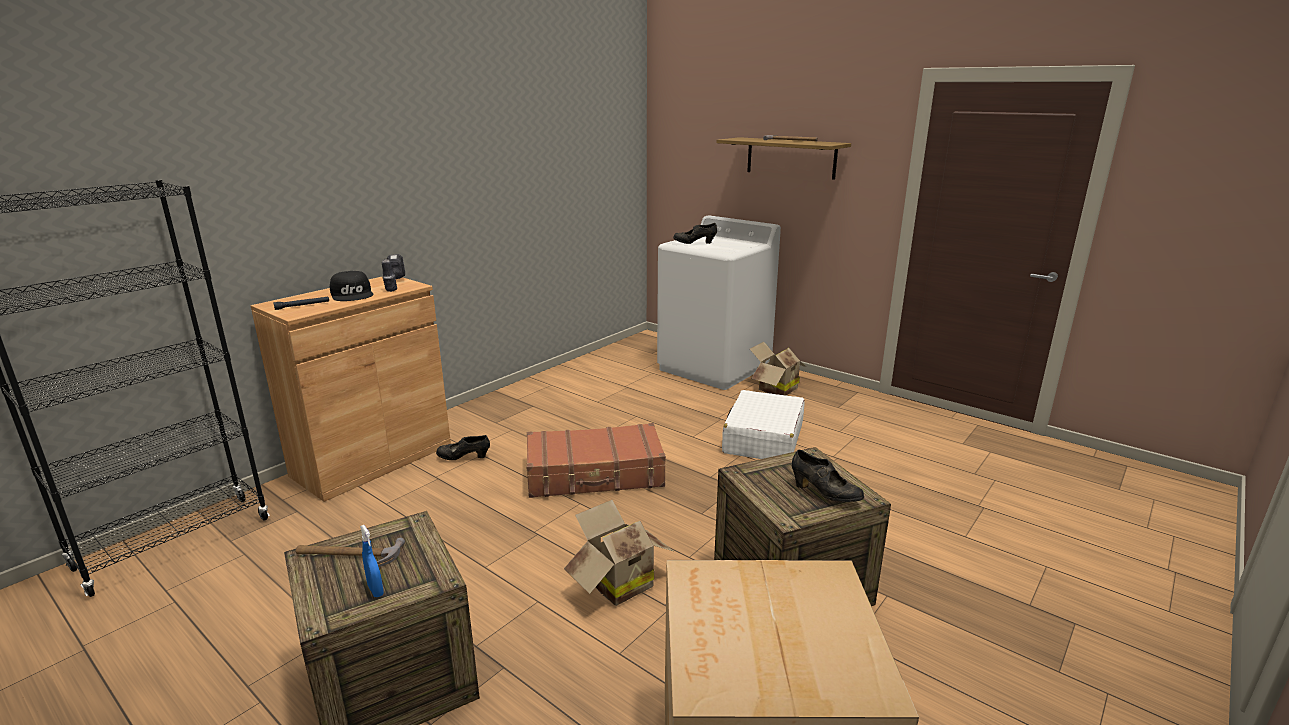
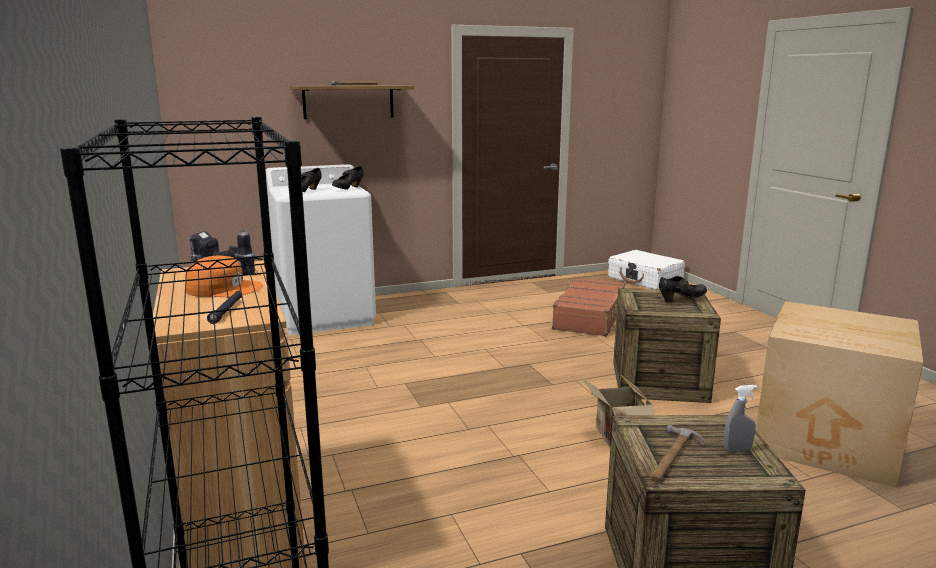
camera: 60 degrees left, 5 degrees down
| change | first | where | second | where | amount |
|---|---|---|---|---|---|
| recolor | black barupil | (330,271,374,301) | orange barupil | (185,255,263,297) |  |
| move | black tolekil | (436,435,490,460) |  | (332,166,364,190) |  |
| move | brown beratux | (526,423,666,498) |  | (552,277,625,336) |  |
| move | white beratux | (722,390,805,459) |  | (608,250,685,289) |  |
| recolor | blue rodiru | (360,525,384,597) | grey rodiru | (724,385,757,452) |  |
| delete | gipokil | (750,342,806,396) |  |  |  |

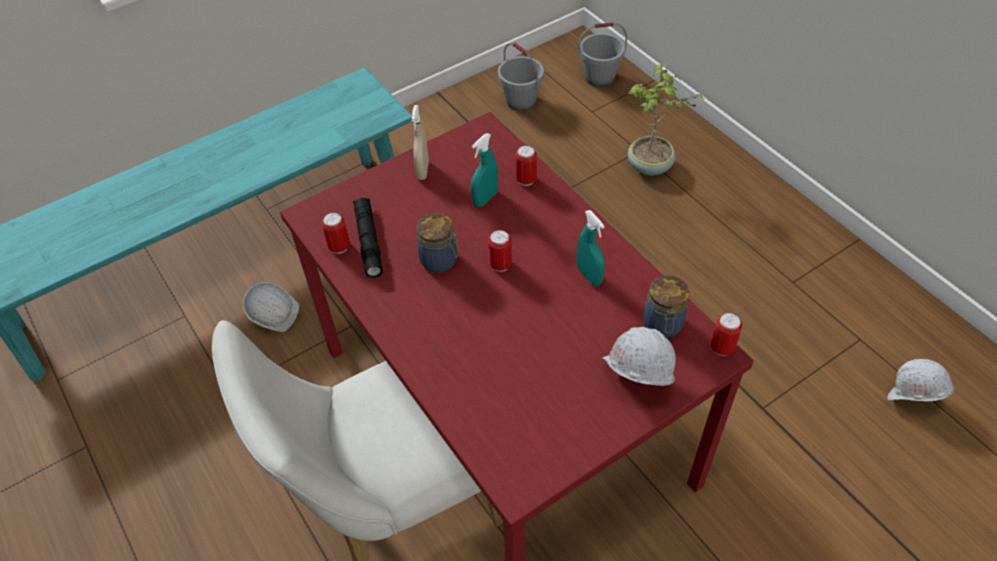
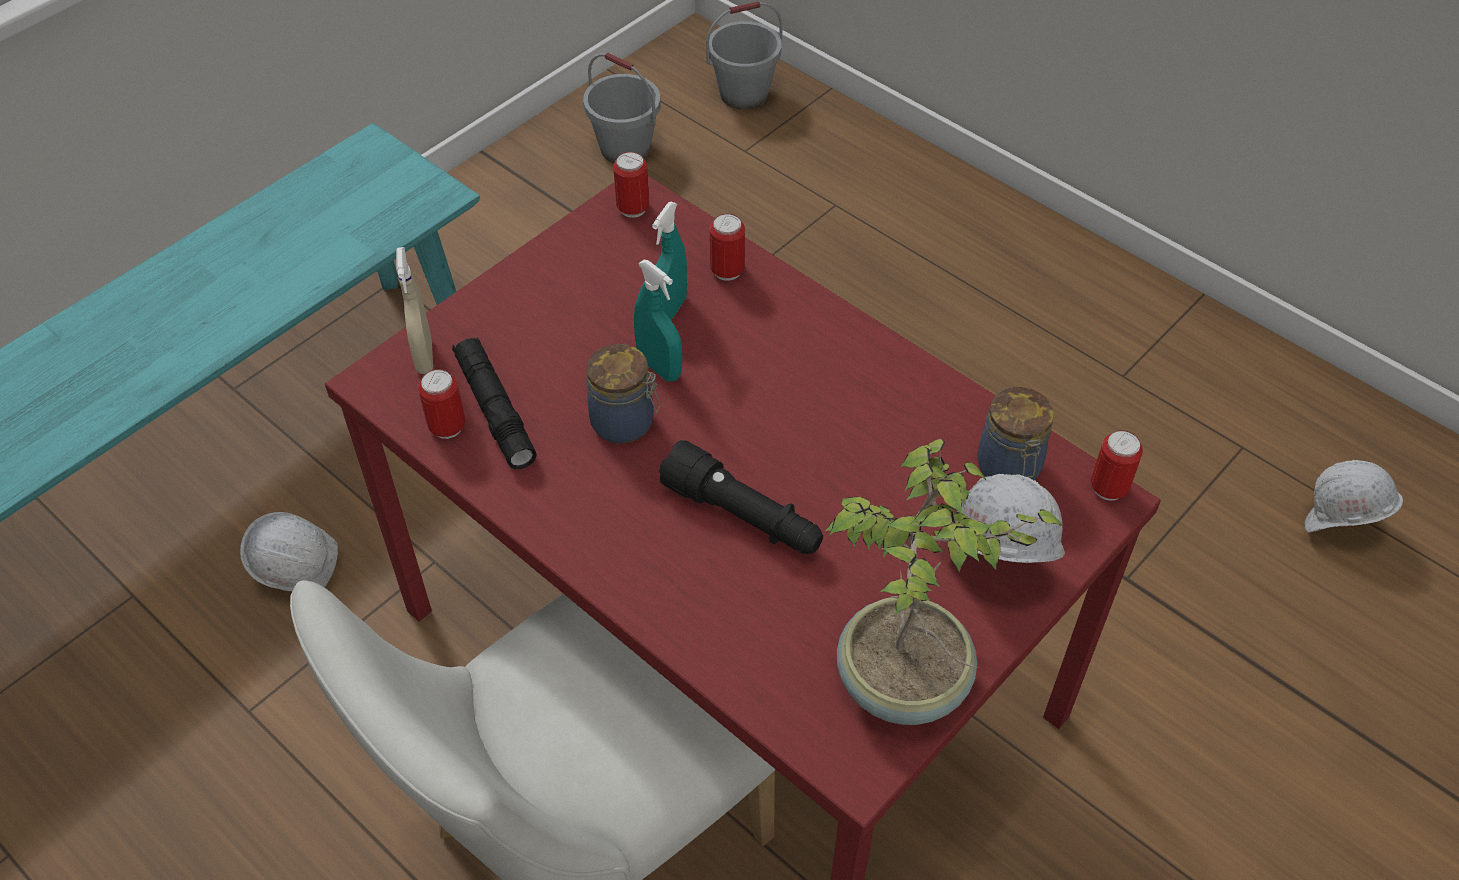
camera: 15 degrees left, 0 degrees up
| change | first | where | second | where | amount |
|---|---|---|---|---|---|
| move | beige rodiru | (412,105,429,180) |  | (396,247,433,374) |  |
| move | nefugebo | (488,230,512,272) |  | (613,152,649,218) |  |
| move | turquoise rodiru | (577,210,605,286) |  | (634,260,682,381) |  |
| insert |  |  | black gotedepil | (659,440,823,554) |  |
| move | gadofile | (627,64,704,176) |  | (825,439,1063,725) |  |

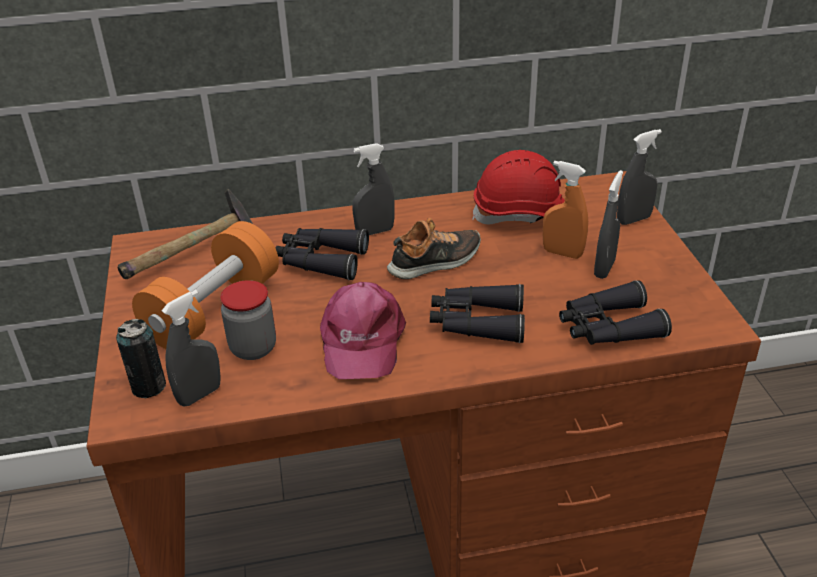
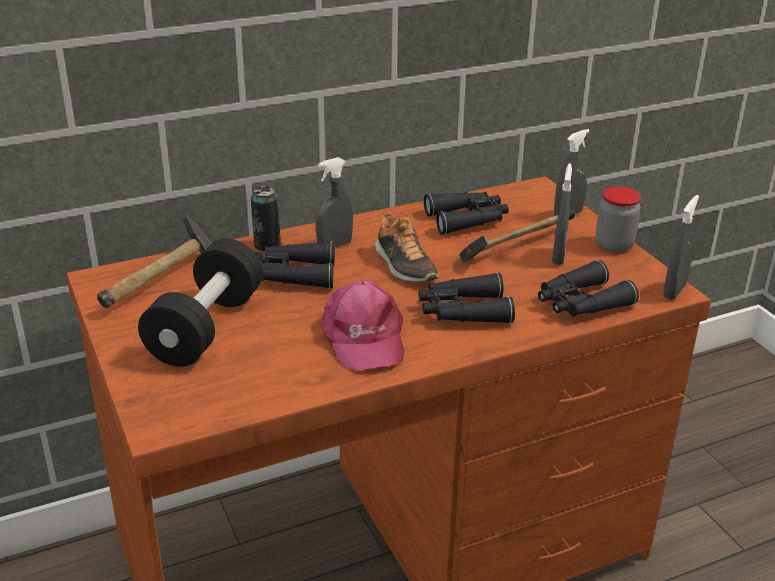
camera: 15 degrees left, 5 degrees down
| change | first | where | second | where | amount |
|---|---|---|---|---|---|
| recolor | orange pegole | (132,221,279,349) | black pegole | (138,238,263,367) |  |
| move | nefugebo | (116,319,166,398) |  | (251,186,281,251) |  |
| rotate | tolekil | (387,218,481,279) |  | (375,212,439,282) | 105 degrees clockwise |
| replace | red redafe | (472,150,565,224) | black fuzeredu | (424,192,509,235) |  |
| replace | orange rodiru | (543,161,588,259) | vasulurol | (459,209,575,262) |  |
| move | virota | (220,280,276,360) |  | (596,186,641,252) |  |
| move | grey rodiru | (161,290,221,407) |  | (663,195,699,300) |  |

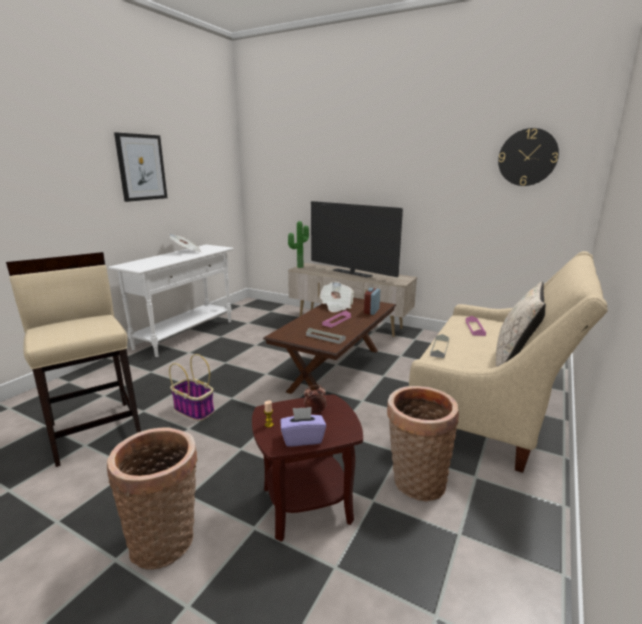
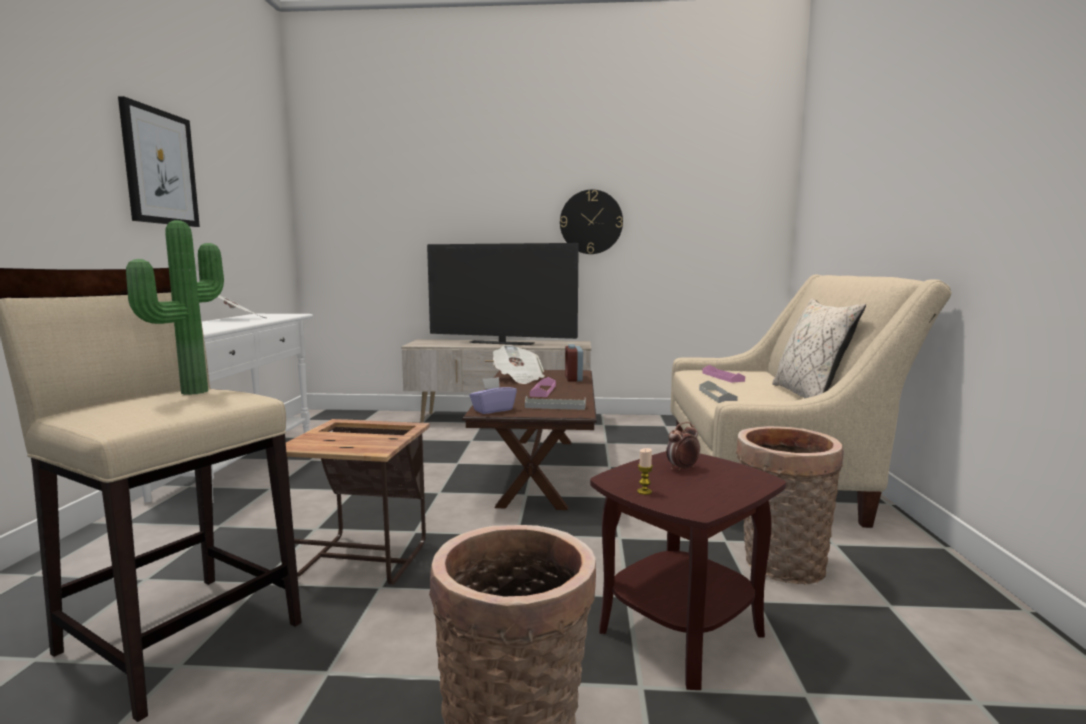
camera: 25 degrees left, 10 degrees down
| change | first | where | second | where | amount |
|---|---|---|---|---|---|
| move | gadofile | (288,221,309,268) |  | (126,220,224,395) |  |
| replace | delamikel | (169,354,214,421) | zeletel | (286,419,430,585) |  |
| move | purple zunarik | (280,407,326,447) |  | (469,377,517,414) |  |
| move | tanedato | (498,128,559,186) |  | (560,190,623,254) |  |

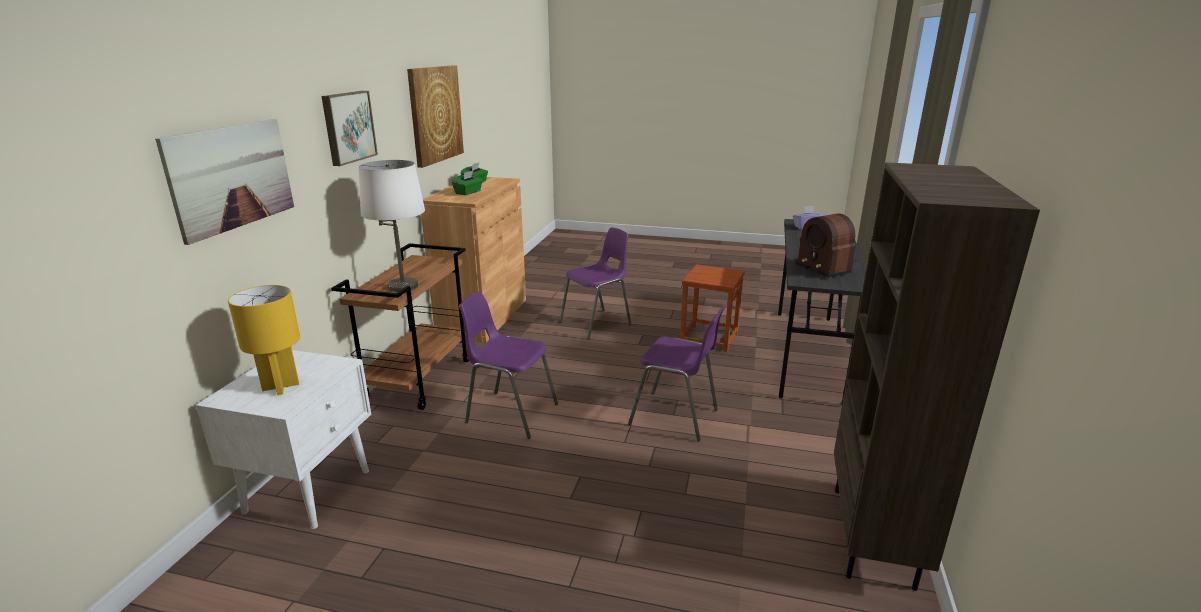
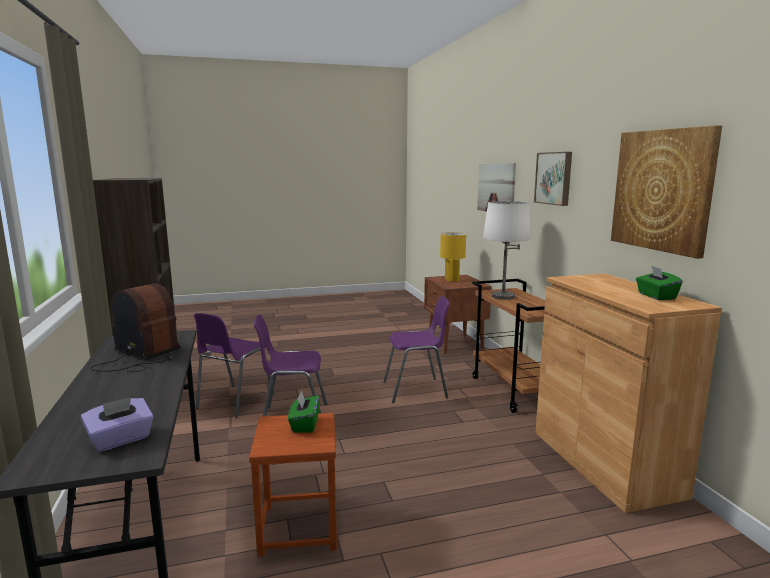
camera: 150 degrees right, 10 degrees down
| change | first | where | second | where | amount |
|---|---|---|---|---|---|
| move | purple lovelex | (559,228,631,340) |  | (194,313,275,418) |  |
| move | green zunarik | (452,171,483,195) |  | (288,391,320,433) |  |
| recolor | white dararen | (196,350,371,529) | brown dararen | (424,275,492,354) |  |

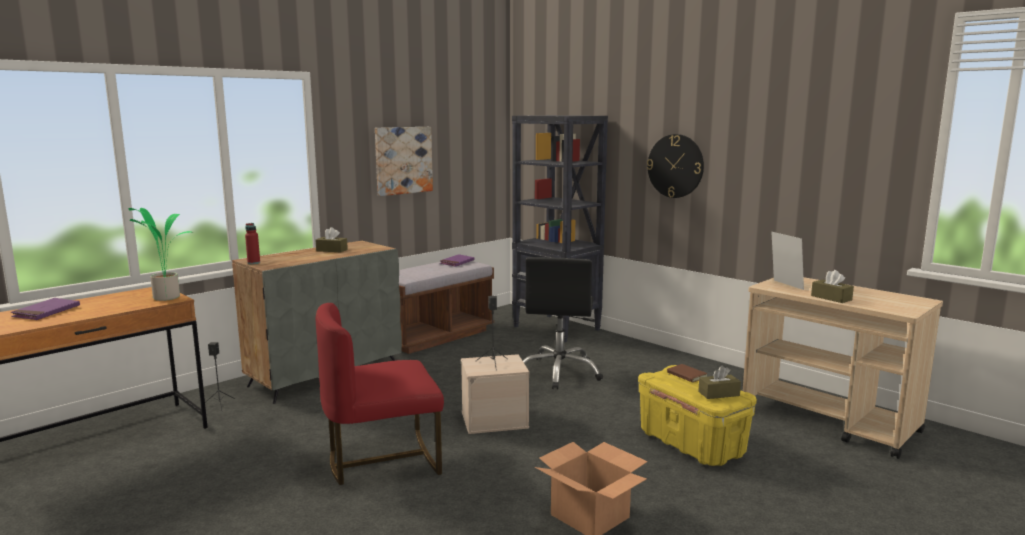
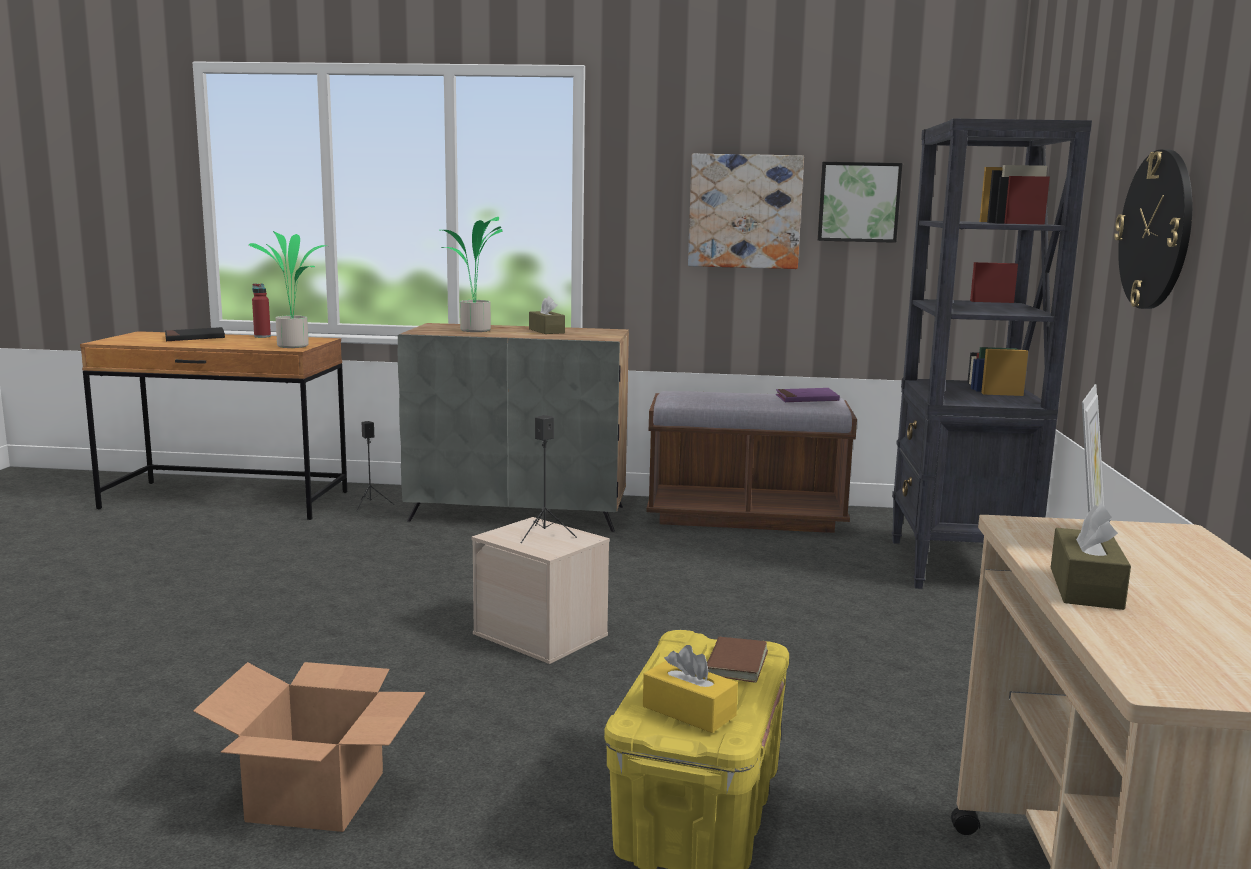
camera: 50 degrees right, 0 degrees up
| change | first | where | second | where | amount |
|---|---|---|---|---|---|
| recolor | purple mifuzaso | (11,298,80,320) | black mifuzaso | (165,327,225,341) |  |
| move | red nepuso | (245,223,260,264) |  | (252,283,271,338) |  |
| insert |  |  | gadofile | (439,217,503,332) |  |
| recolor | brown zunarik | (698,366,741,399) | yellow zunarik | (643,645,738,733) |  |
| insert |  |  | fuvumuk | (818,162,902,243) |  |
| delete | red lovelex | (316,303,444,485) |  |  |  |
| delete | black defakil | (523,257,603,389) |  |  |  |

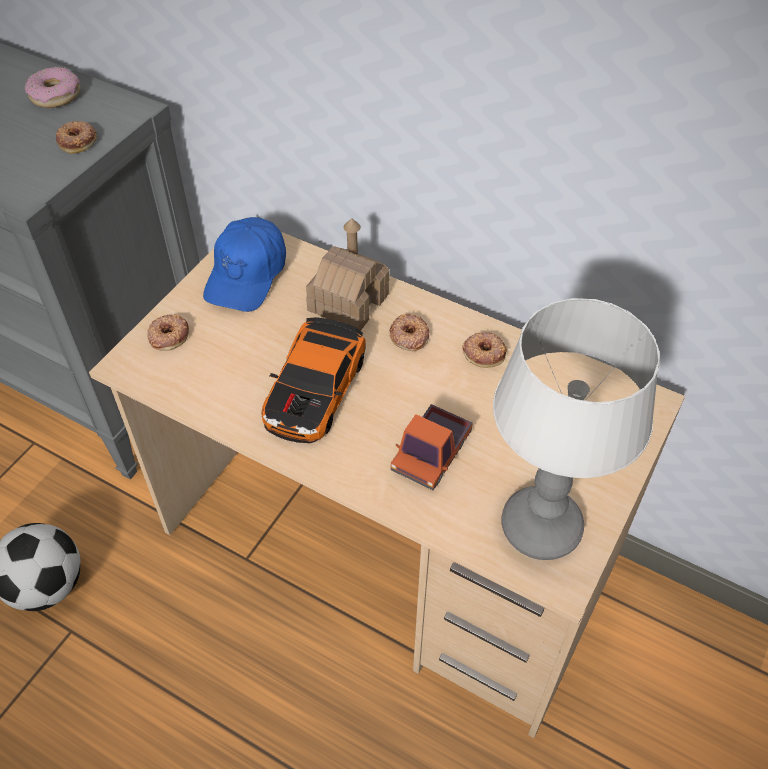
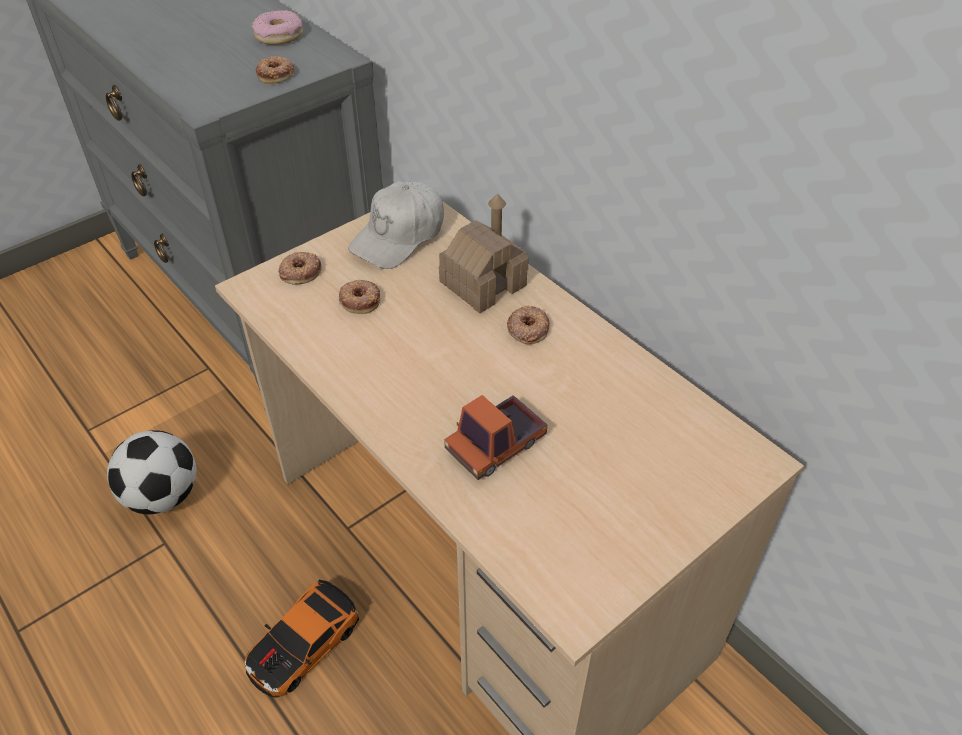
camera: 20 degrees right, 5 degrees down
| change | first | where | second | where | amount |
|---|---|---|---|---|---|
| move | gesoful | (261,317,366,443) |  | (244,580,359,698) |  |
| move | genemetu | (463,332,507,368) |  | (339,280,380,314) |  |
| recolor | blue barupil | (203,217,286,312) | white barupil | (348,181,444,269) |  |
| delete | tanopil | (493,298,660,560) |  |  |  |

